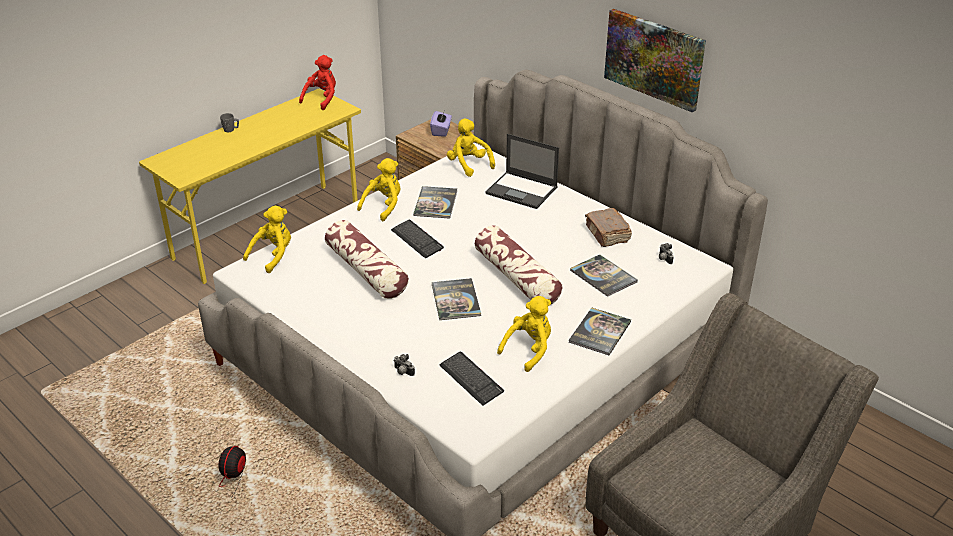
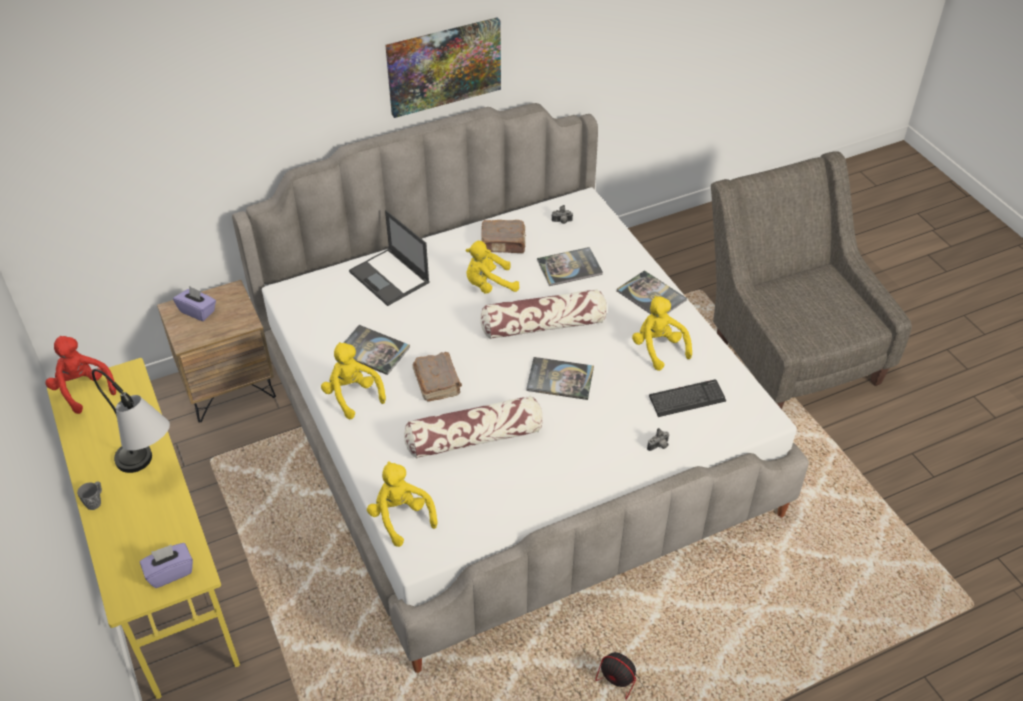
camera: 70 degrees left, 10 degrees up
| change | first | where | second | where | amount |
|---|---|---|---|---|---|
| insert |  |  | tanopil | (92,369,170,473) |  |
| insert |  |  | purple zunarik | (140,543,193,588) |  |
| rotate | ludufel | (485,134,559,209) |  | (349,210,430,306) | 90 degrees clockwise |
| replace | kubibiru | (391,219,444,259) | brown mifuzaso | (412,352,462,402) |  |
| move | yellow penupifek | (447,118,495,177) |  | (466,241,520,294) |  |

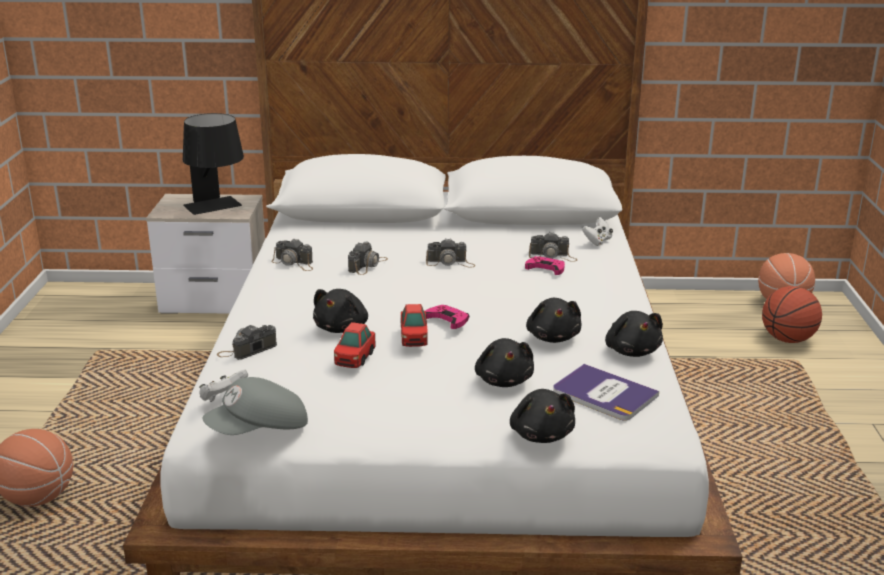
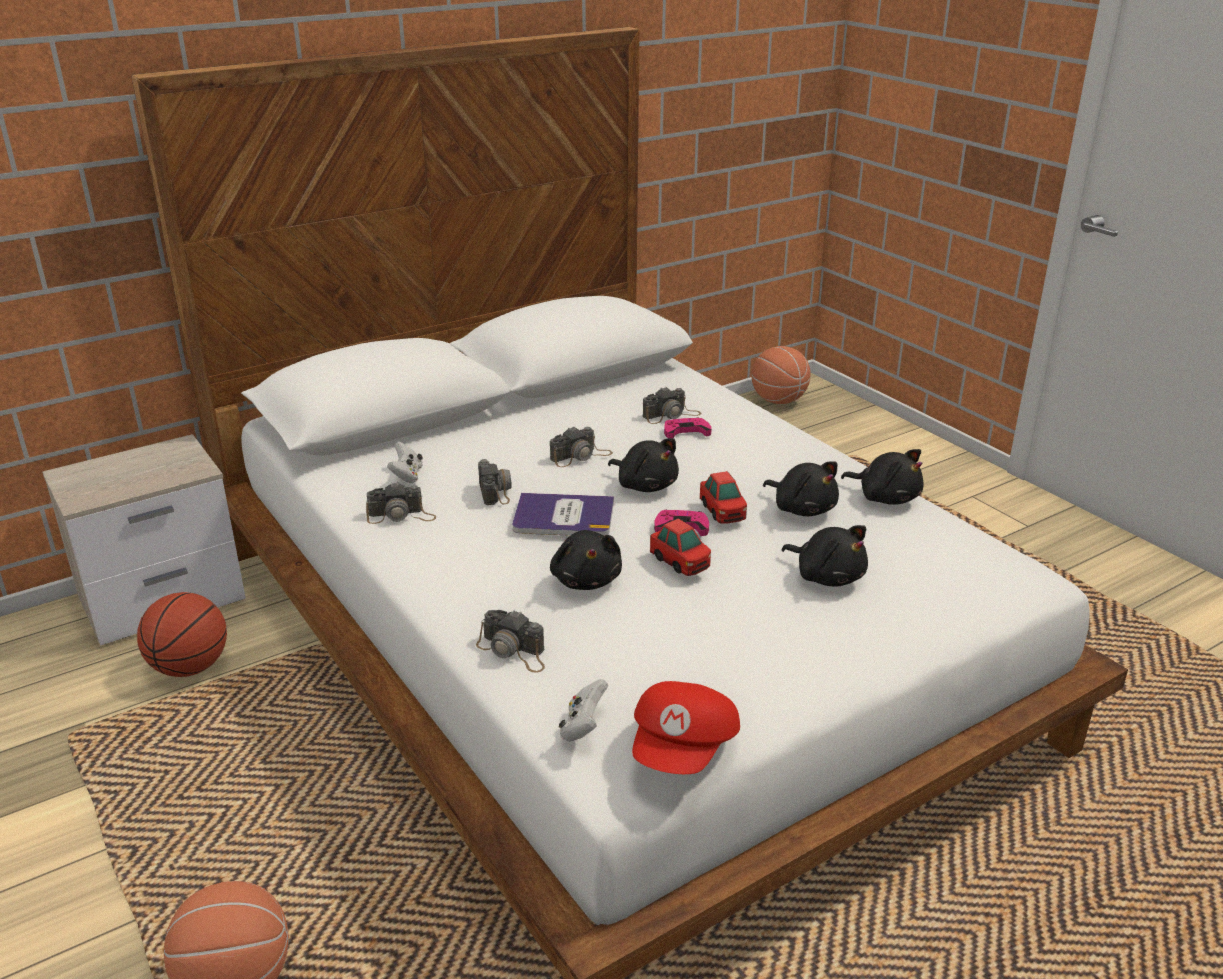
camera: 35 degrees left, 5 degrees up
| change | first | where | second | where | amount |
|---|---|---|---|---|---|
| move | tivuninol | (762,286,822,343) |  | (137,592,227,677) |  |
| move | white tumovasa | (582,217,613,246) |  | (387,442,423,483) |  |
| rotate | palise | (217,325,277,360) |  | (476,610,545,673) | 75 degrees counterclockwise |
| move | mifuzaso | (553,364,659,421) |  | (512,493,614,536) |  |
| move | black penupifek | (510,389,575,443) |  | (608,438,679,492) |  |
| recolor | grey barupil | (203,377,308,435) | red barupil | (632,681,740,774) |  |
| move | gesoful | (334,322,376,368) |  | (700,471,747,523) |  |
| delete | black tanopil | (183,113,244,215) |  |  |  |

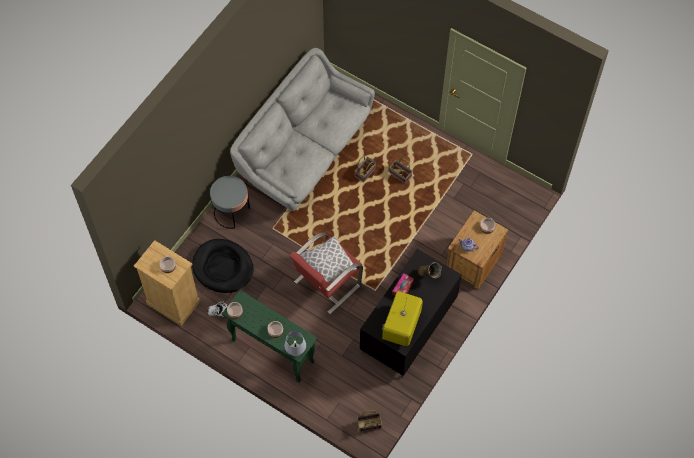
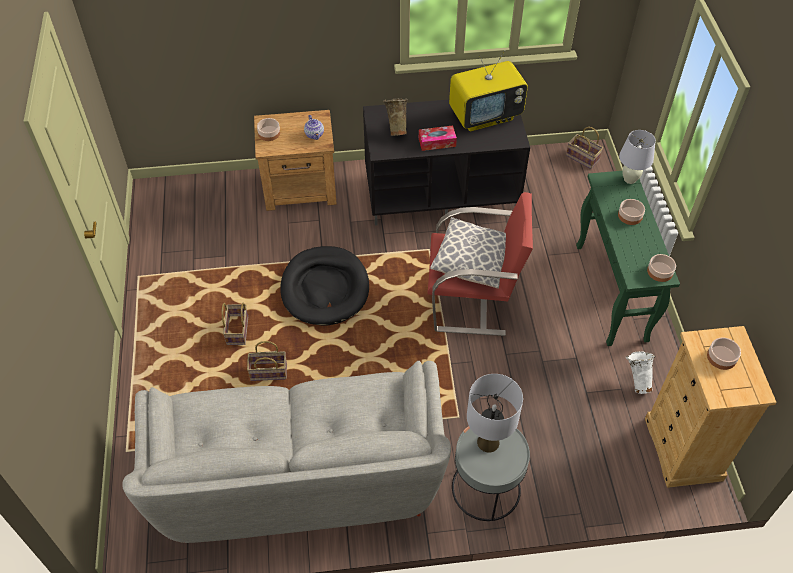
camera: 130 degrees left, 10 degrees down
| change | first | where | second | where | amount |
|---|---|---|---|---|---|
| move | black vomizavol | (192,239,254,293) |  | (281,246,369,326) |  |
| insert |  |  | grey tanopil | (467,374,523,453) |  |

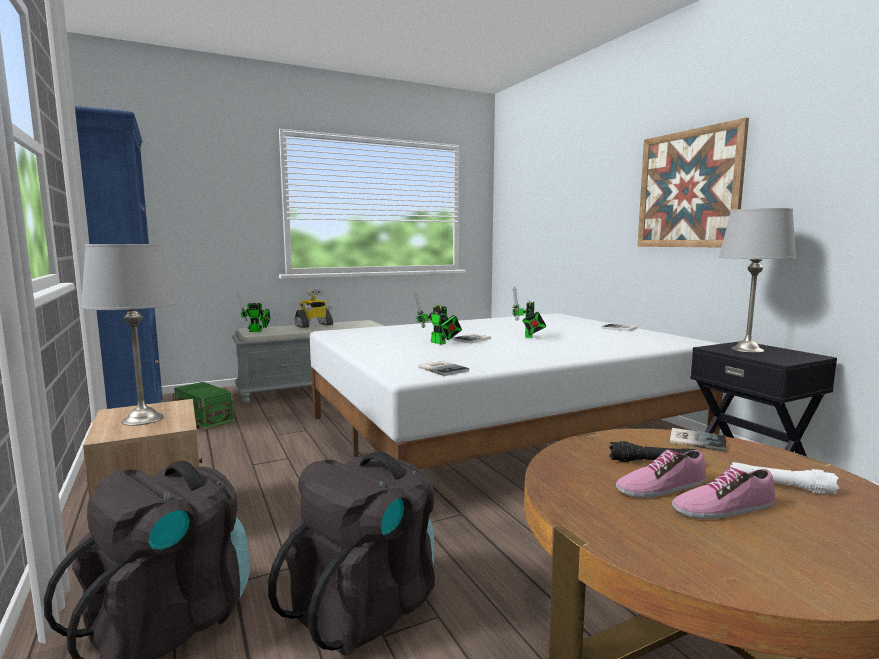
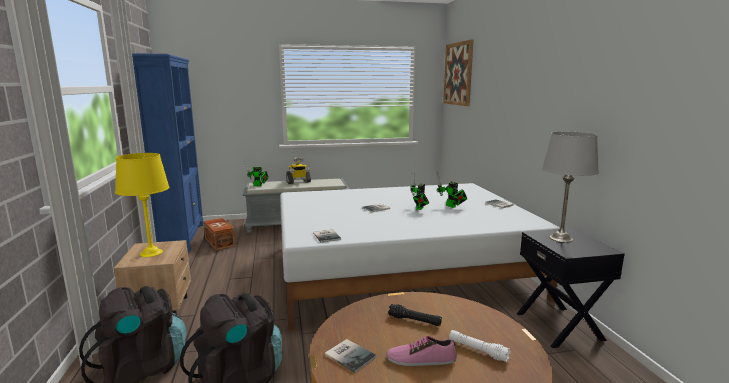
camera: 15 degrees right, 5 degrees up
| change | first | where | second | where | amount |
|---|---|---|---|---|---|
| recolor | grey tanopil | (81,244,179,426) | yellow tanopil | (115,153,169,257) |  |
| recolor | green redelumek | (174,382,234,430) | brown redelumek | (203,218,235,250) |  |
| move | mifuzaso | (670,428,727,452) |  | (325,339,376,373) |  |
| move | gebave | (414,291,462,344) |  | (437,172,467,208) |  |
| move | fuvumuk | (637,118,749,247) |  | (443,39,473,106) |  |
| delete | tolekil | (616,449,706,498) |  |  |  |

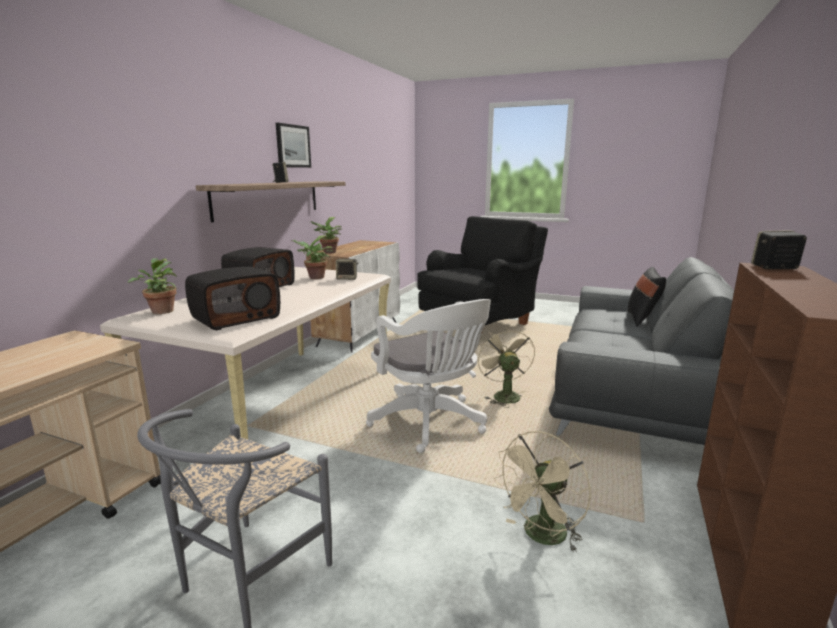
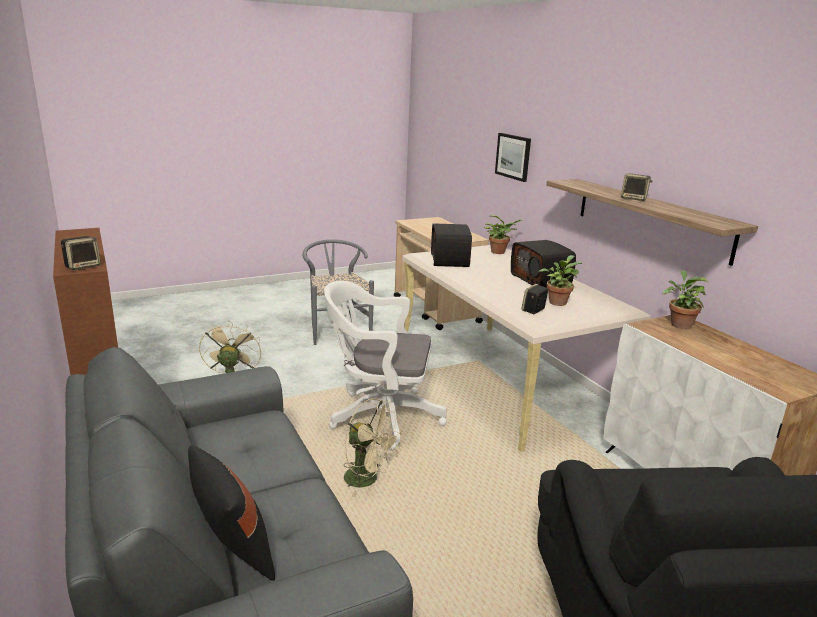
camera: 130 degrees right, 5 degrees up
| change | first | where | second | where | amount |
|---|---|---|---|---|---|
| move | fuvumuk | (276,123,311,168) |  | (495,133,531,182) |  |

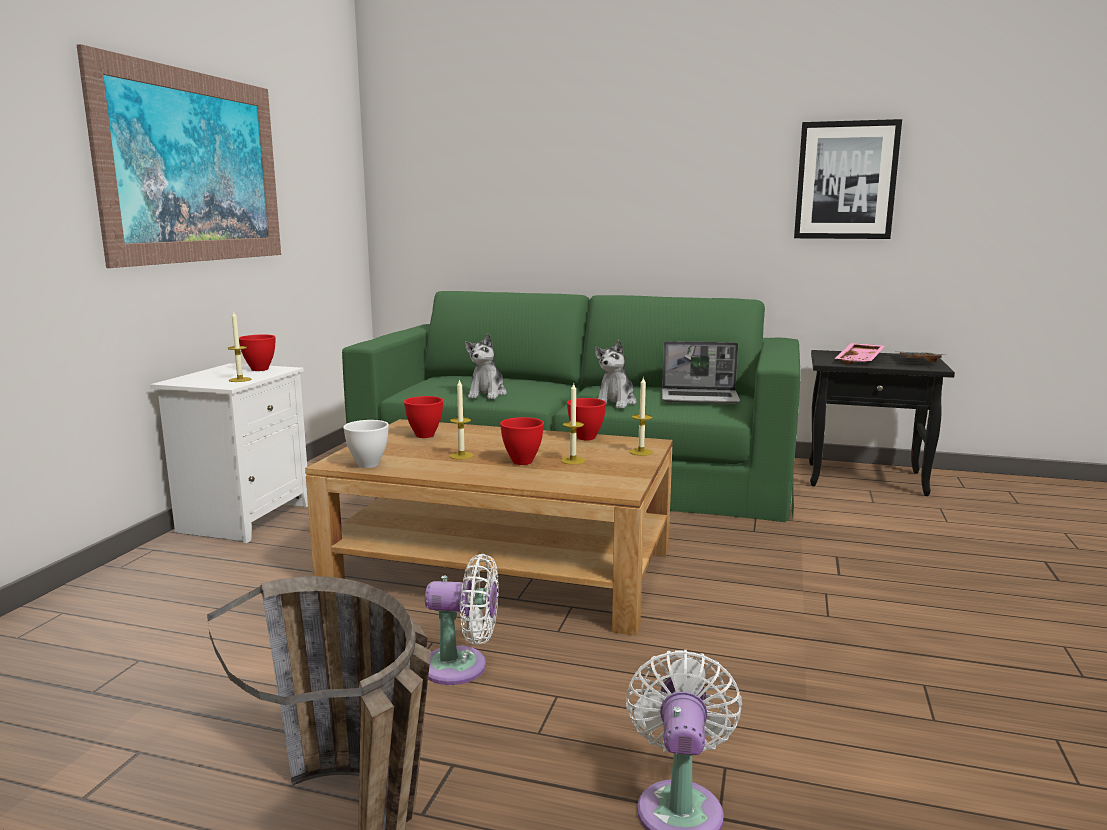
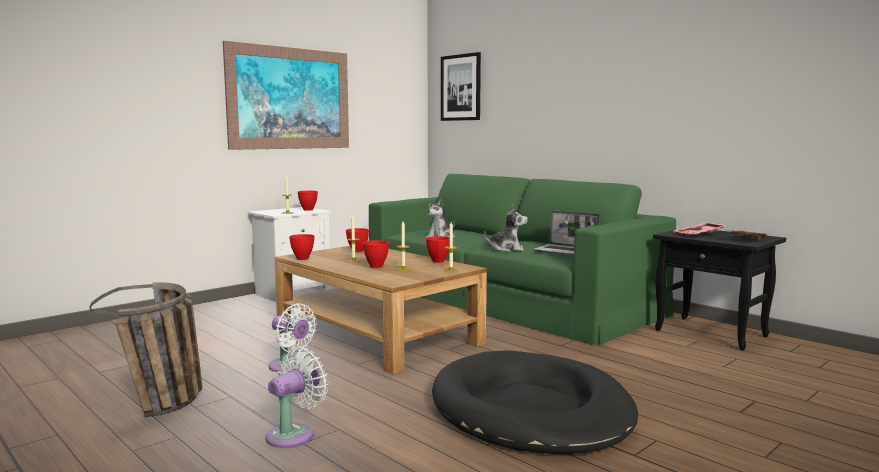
camera: 30 degrees right, 5 degrees down
| change | first | where | second | where | amount |
|---|---|---|---|---|---|
| recolor | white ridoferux | (343,420,389,468) | red ridoferux | (289,234,314,260) |  |
| insert |  |  | black vomizavol | (432,350,638,454) |  |
| move | fuvumuk | (794,119,902,239) |  | (441,52,481,121) |  |
| rotate | penupifek | (595,340,637,408) |  | (484,205,528,252) | 135 degrees counterclockwise |

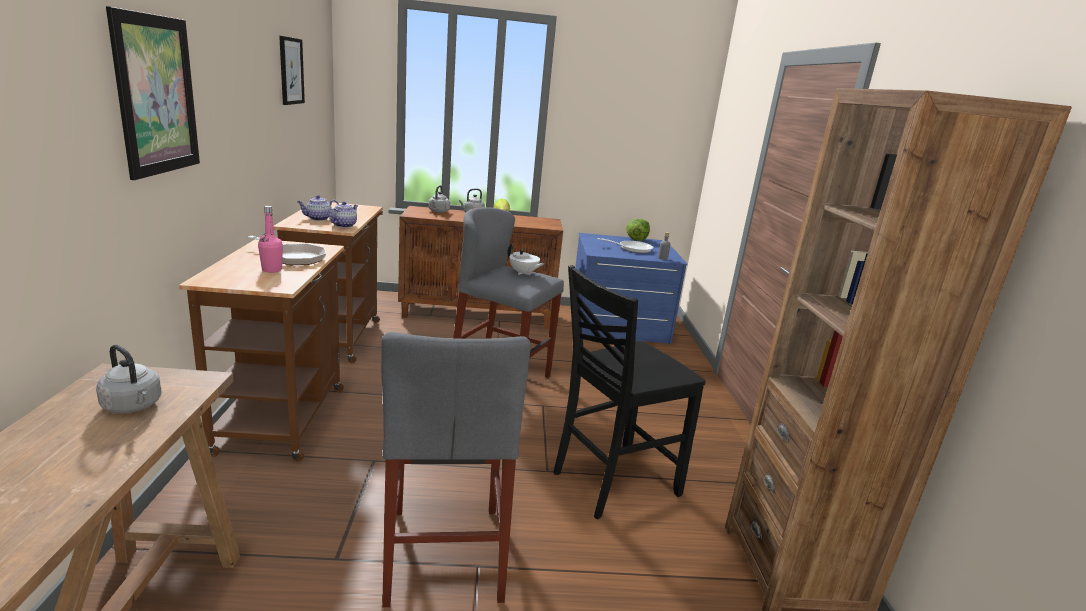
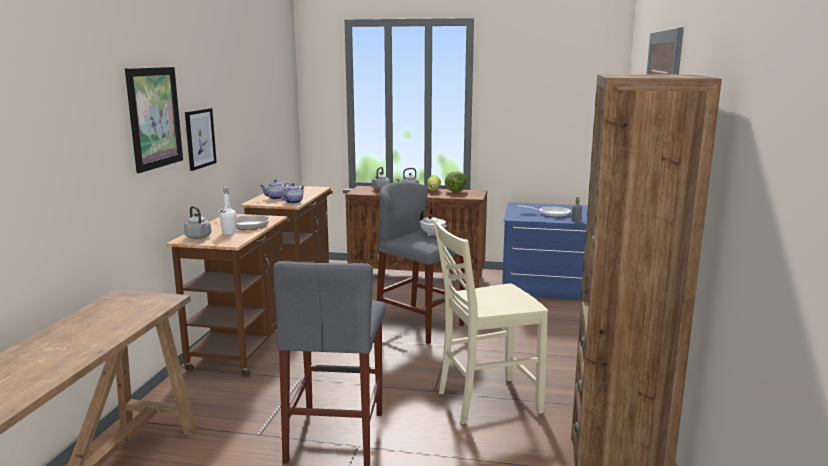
camera: 15 degrees right, 5 degrees down
| change | first | where | second | where | amount |
|---|---|---|---|---|---|
| move | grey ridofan | (96,345,161,413) |  | (184,206,211,239) |  |
| move | fuvumuk | (279,36,305,105) |  | (185,108,217,171) |  |
| recolor | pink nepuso | (258,206,283,273) | white nepuso | (219,187,236,235) |  |
| recolor | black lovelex | (554,265,706,519) | beige lovelex | (434,220,548,424) |  |
| move | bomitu | (626,219,650,241) |  | (445,172,467,192) |  |

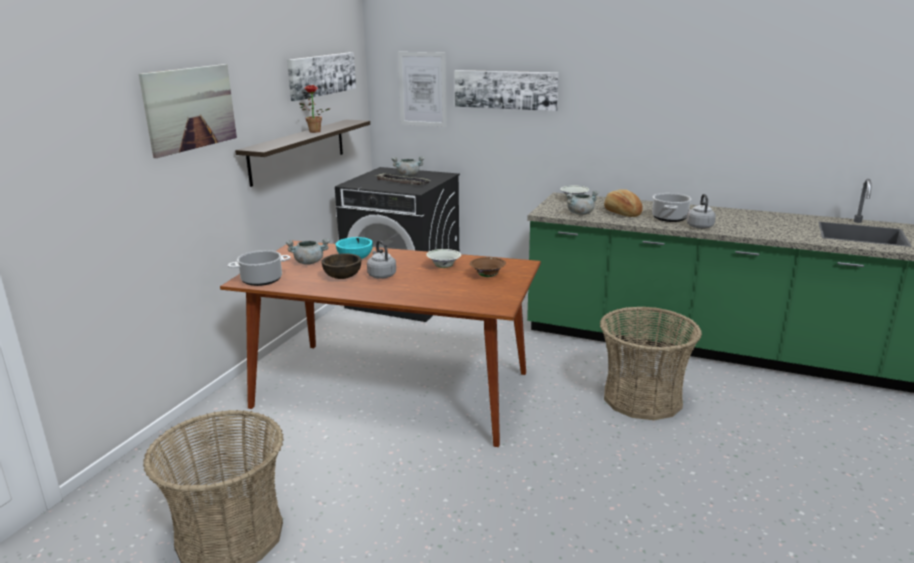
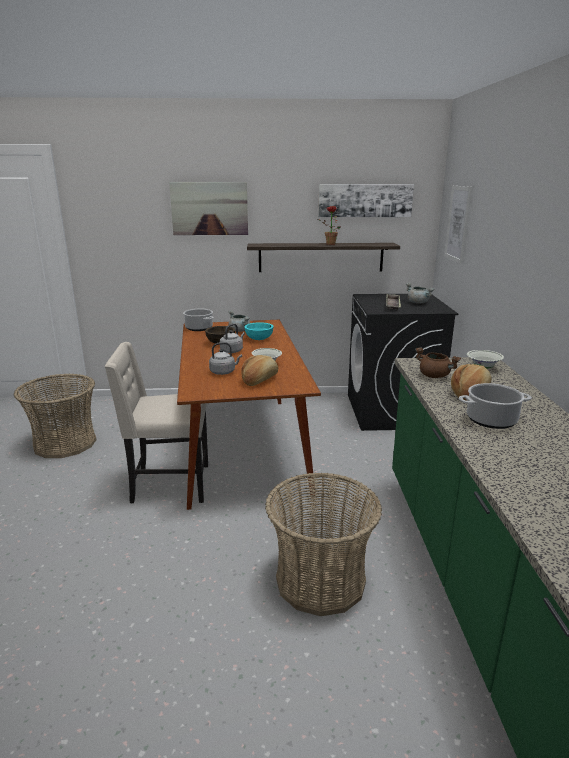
camera: 65 degrees right, 0 degrees up
| change | first | where | second | where | amount |
|---|---|---|---|---|---|
| insert |  |  | beige lovelex | (105,342,208,503) |  |
| move | grey ridofan | (687,194,716,229) |  | (209,342,242,375) |  |
| replace | brown ridoferux | (470,257,506,277) | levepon | (241,355,279,386) |  |
| recolor | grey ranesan | (566,190,599,215) | brown ranesan | (415,347,461,378) |  |
| delete | fuvumuk | (455,70,559,111) |  |  |  |

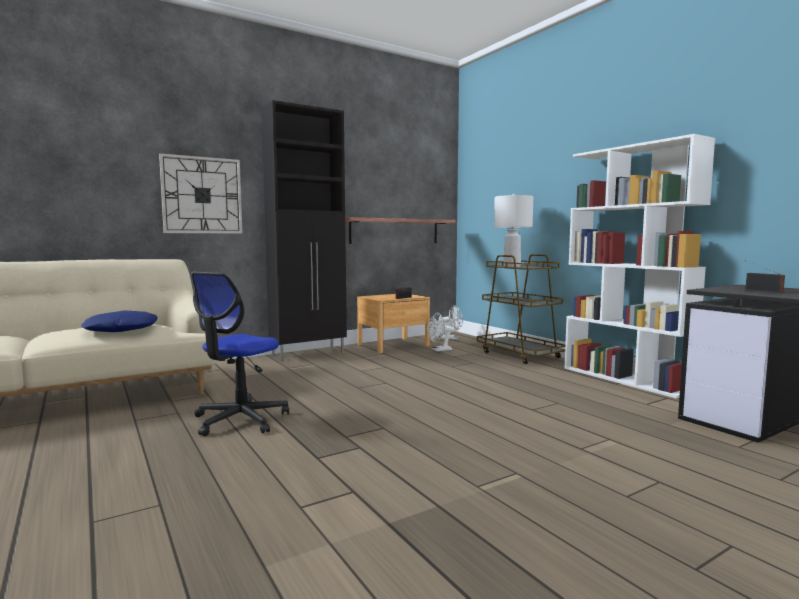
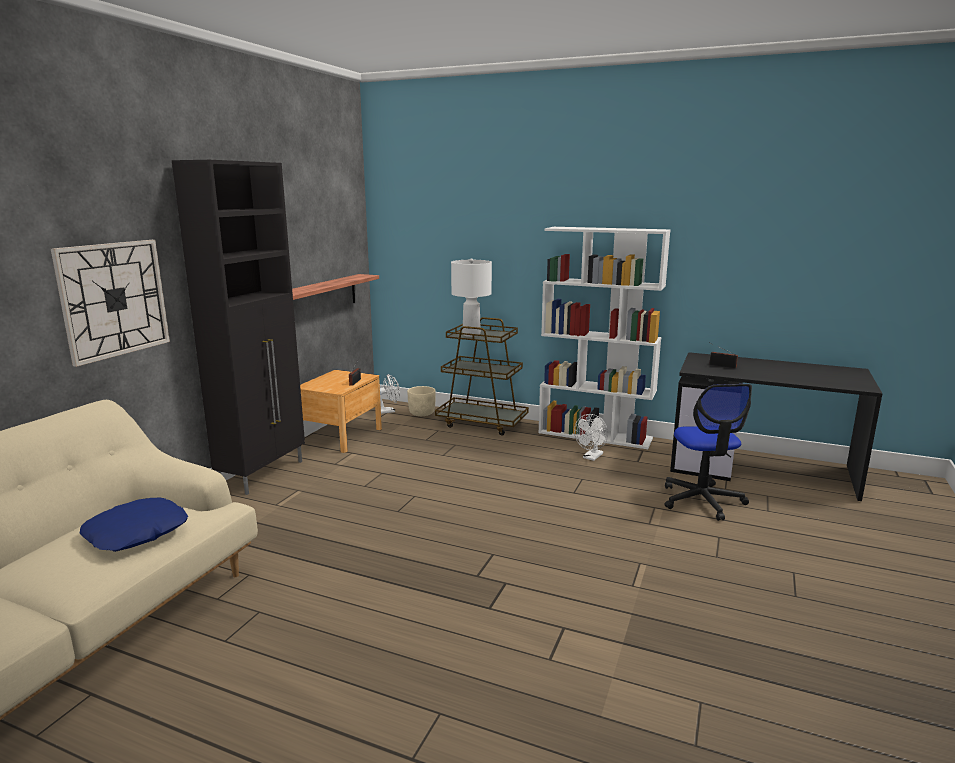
camera: 35 degrees left, 10 degrees up
| change | first | where | second | where | amount |
|---|---|---|---|---|---|
| insert |  |  | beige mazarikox | (407,386,436,416) |  |
| move | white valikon | (427,313,454,351) |  | (574,414,608,461) |  |
| move | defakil | (191,272,289,436) |  | (664,384,752,521) |  |

